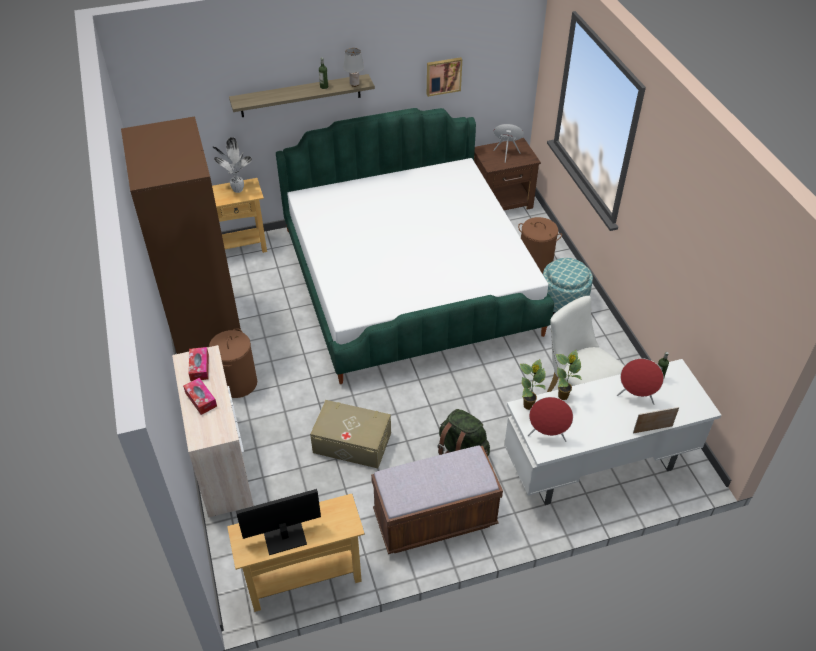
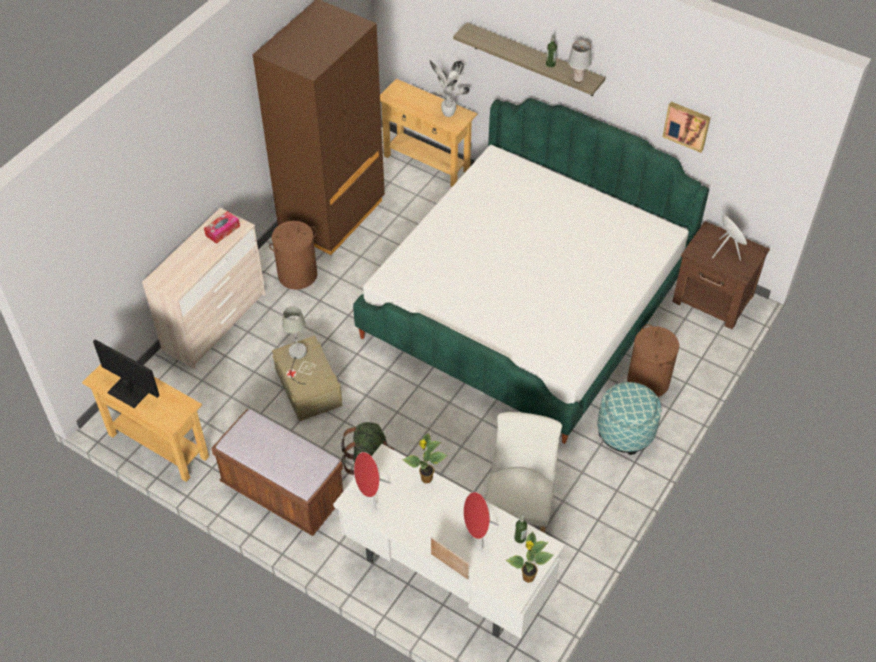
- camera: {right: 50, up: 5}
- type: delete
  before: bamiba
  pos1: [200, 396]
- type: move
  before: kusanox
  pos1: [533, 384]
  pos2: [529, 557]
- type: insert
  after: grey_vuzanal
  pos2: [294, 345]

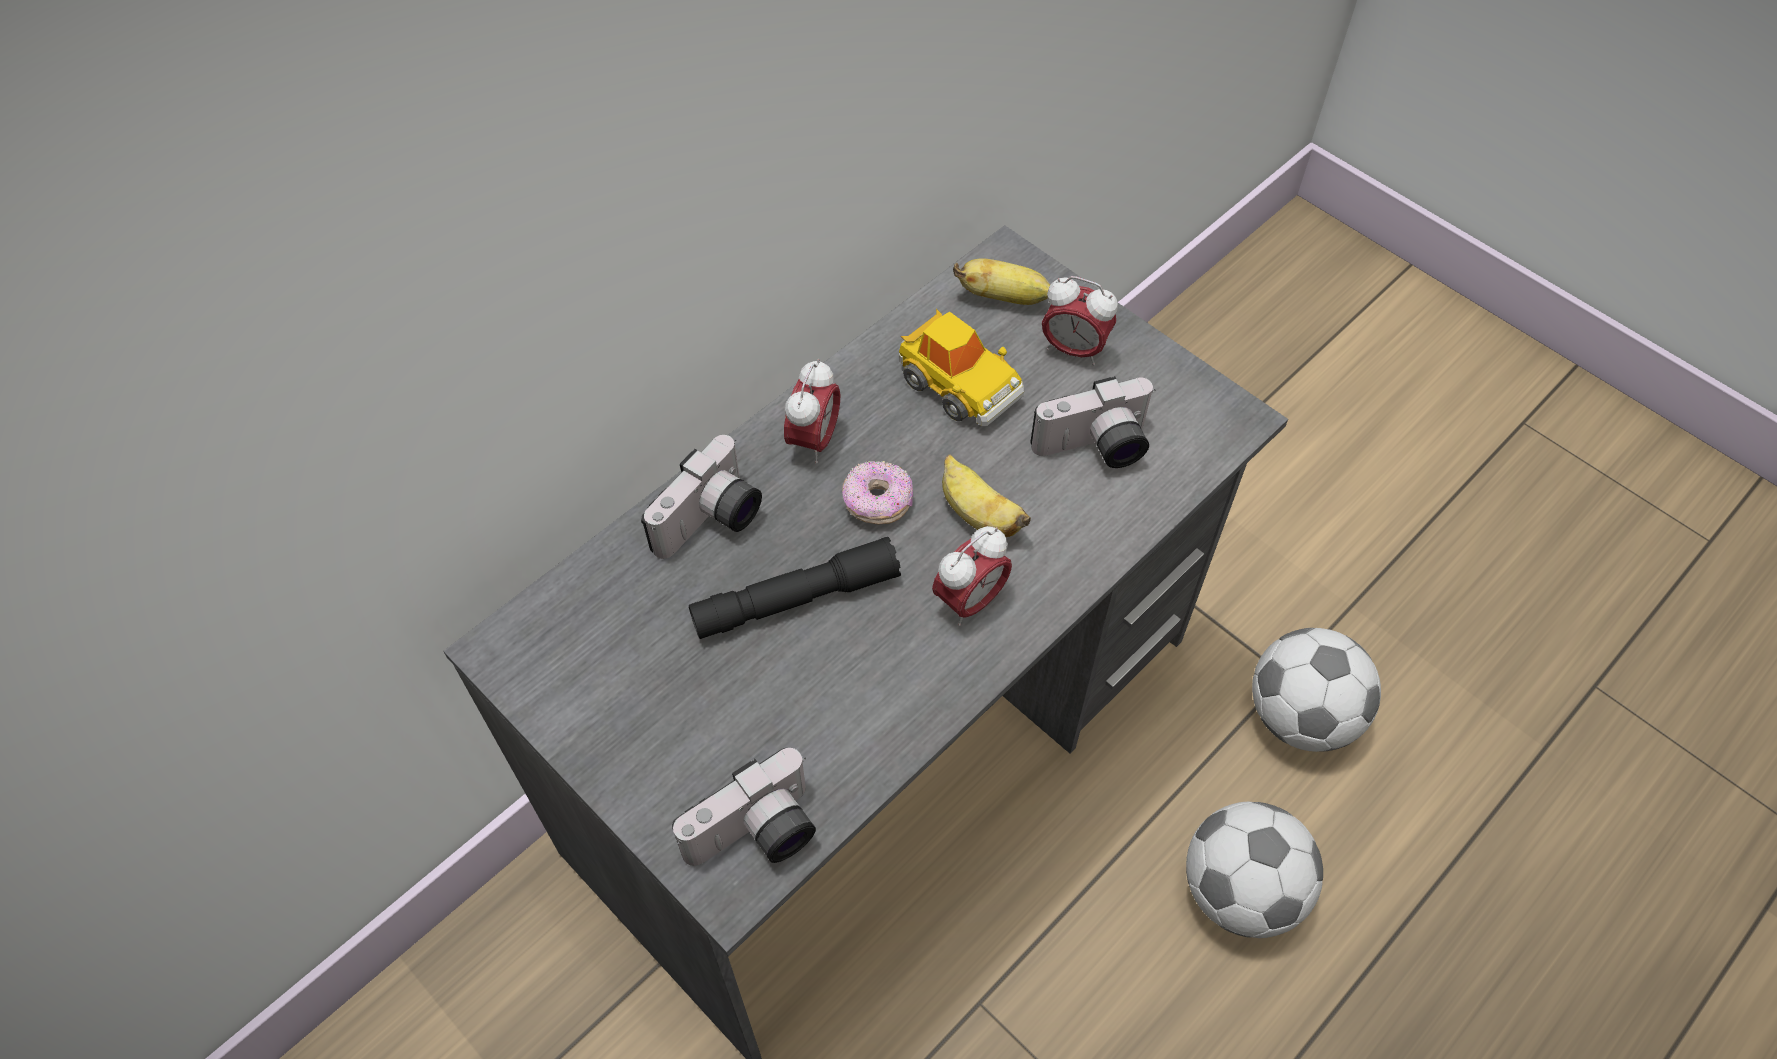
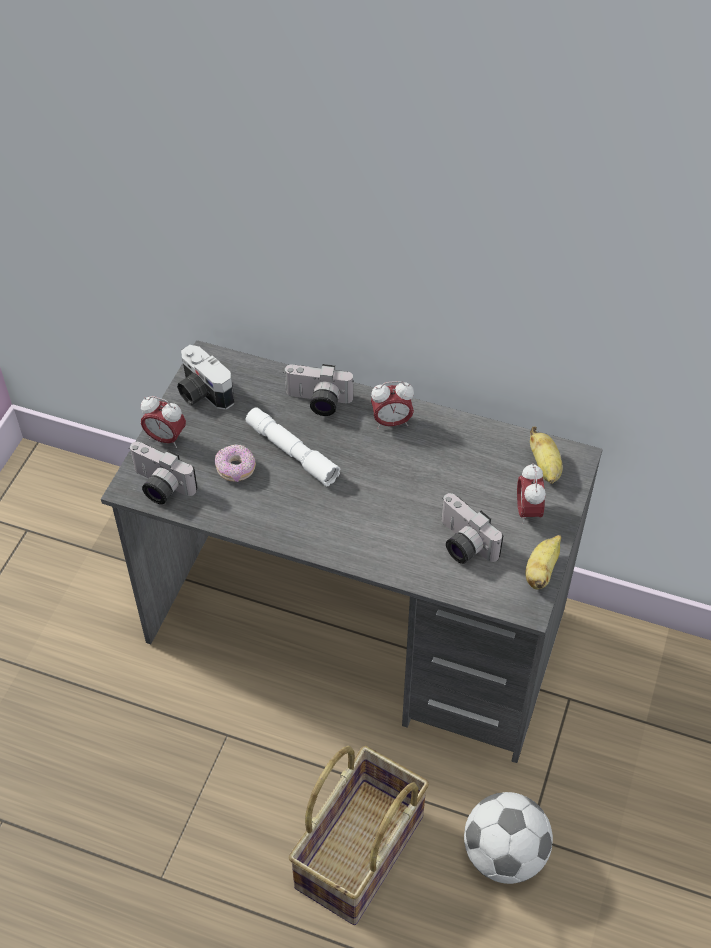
- camera: {right: 65, up: -5}
- type: recolor
  before: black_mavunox
  after: white_mavunox
  pos1: [795, 588]
  pos2: [293, 446]
- type: move
  before: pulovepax
  pos1: [877, 493]
  pos2: [235, 463]
- type: delete
  before: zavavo
  pos1: [961, 367]
- type: move
  before: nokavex
  pos1: [972, 576]
  pos2: [163, 422]
- type: move
  before: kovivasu
  pos1: [986, 495]
  pos2: [543, 562]
- type: replace
  before: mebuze
  after: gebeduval
  pos1: [1254, 870]
  pos2: [359, 835]
- type: insert
  after: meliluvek
  pos2: [206, 377]

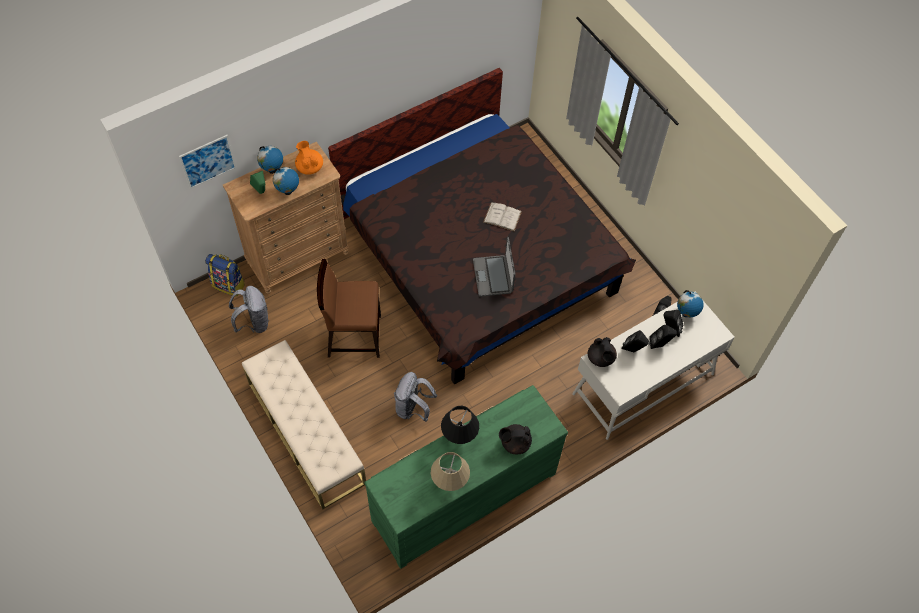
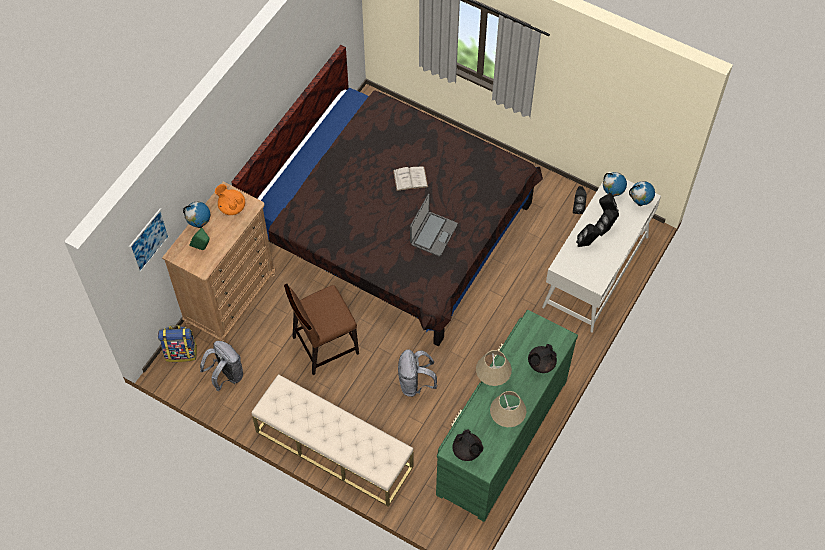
- camera: {right: -25, up: 0}
- type: move
  before: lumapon
  pos1: [286, 181]
  pos2: [642, 193]
- type: recolor
  before: black_vuzanal
  after: beige_vuzanal
  pos1: [460, 425]
  pos2: [494, 368]
- type: rotate
  before: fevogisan
  pos1: [494, 267]
  pos2: [434, 225]
  turn: -120
- type: move
  before: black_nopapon
  pos1: [602, 352]
  pos2: [467, 445]

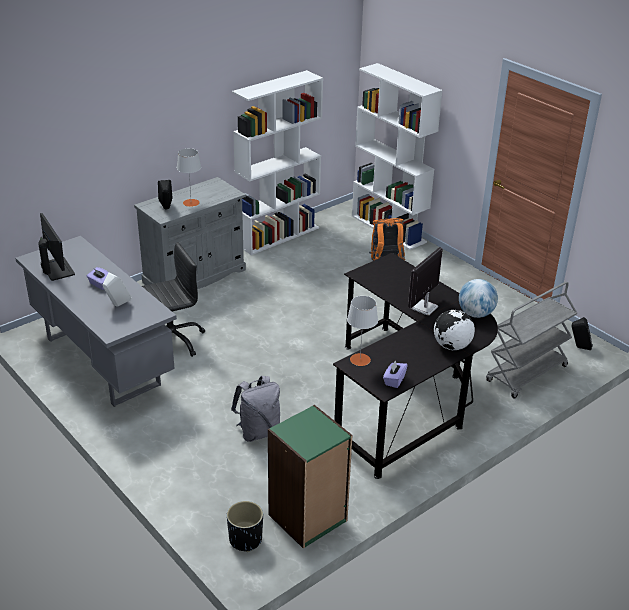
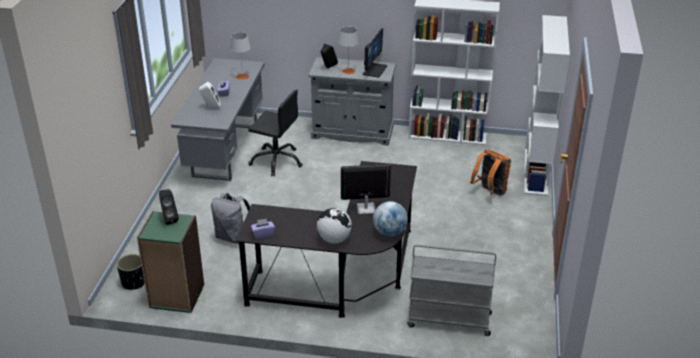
- camera: {right: 50, up: 0}
- type: move
  before: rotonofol
  pos1: [56, 247]
  pos2: [375, 53]
- type: move
  before: grey_vuzanal
  pos1: [362, 331]
  pos2: [240, 56]
- type: move
  before: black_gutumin
  pos1: [582, 333]
  pos2: [169, 207]

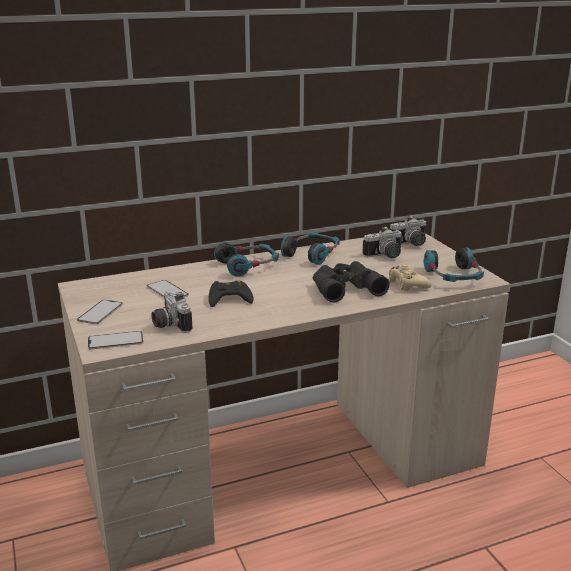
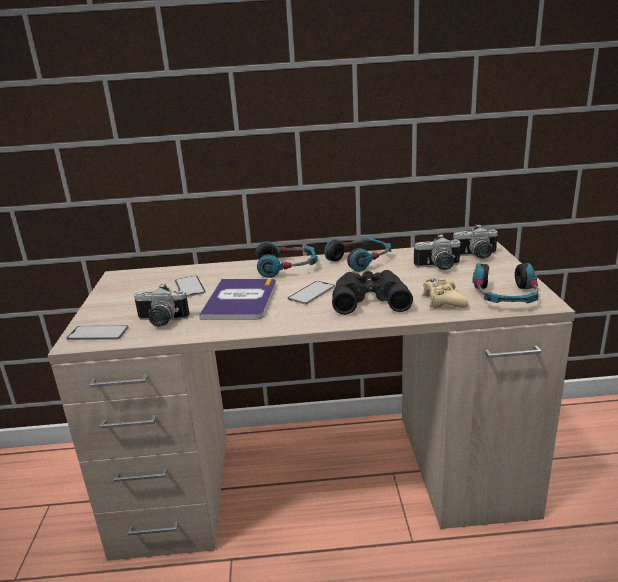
- camera: {right: 20, up: 0}
- type: move
  before: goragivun
  pos1: [100, 312]
  pos2: [311, 292]
- type: rotate
  before: meliluvek
  pos1: [171, 311]
  pos2: [162, 305]
  turn: -75
- type: replace
  before: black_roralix
  after: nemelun
  pos1: [231, 294]
  pos2: [237, 299]

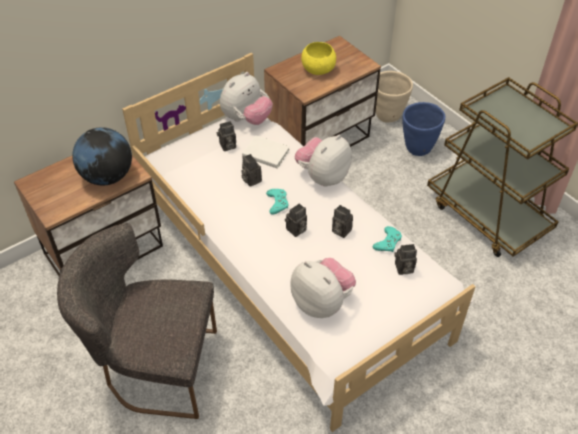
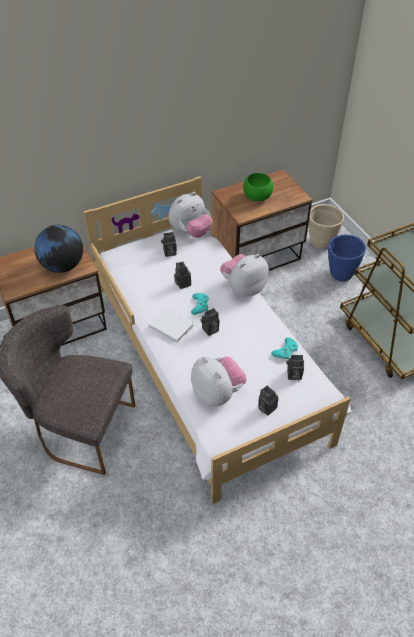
- camera: {right: 10, up: 0}
- type: move
  before: white_nemelun
  pos1: [266, 151]
  pos2: [171, 325]
- type: recolor
  before: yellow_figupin
  after: green_figupin
  pos1: [318, 58]
  pos2: [258, 187]
- type: move
  before: meliluvek
  pos1: [342, 221]
  pos2: [268, 401]

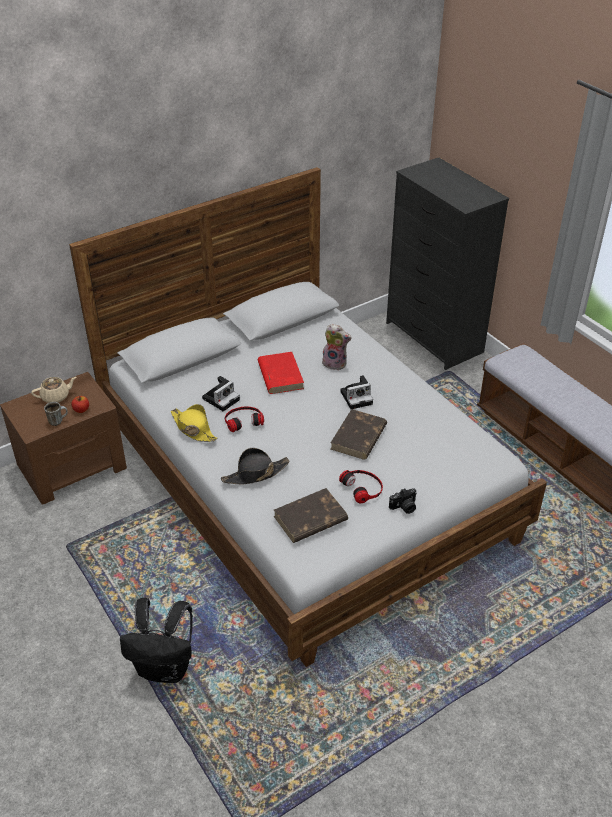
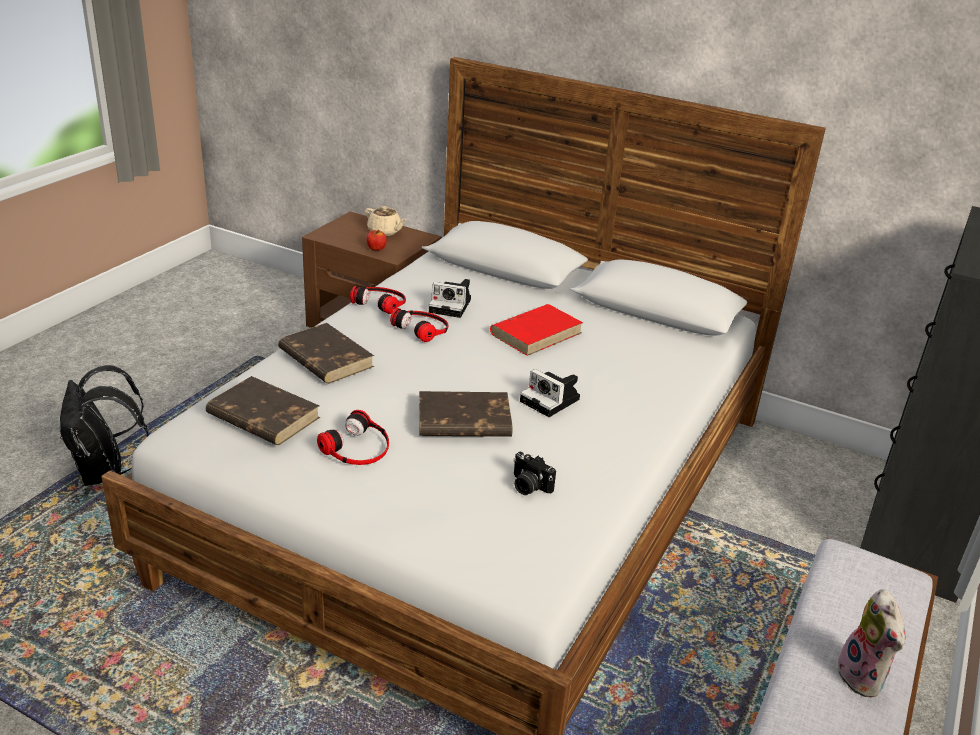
- camera: {right: 60, up: -10}
- type: delete
  before: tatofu
  pos1: [56, 414]
- type: replace
  before: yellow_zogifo
  after: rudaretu
  pos1: [194, 423]
  pos2: [378, 300]
- type: replace
  before: black_zogifo
  after: brown_nemelun
  pos1: [255, 466]
  pos2: [326, 353]
- type: move
  before: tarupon
  pos1: [337, 347]
  pos2: [869, 643]
- type: move
  before: meliluvek
  pos1: [403, 501]
  pos2: [534, 473]

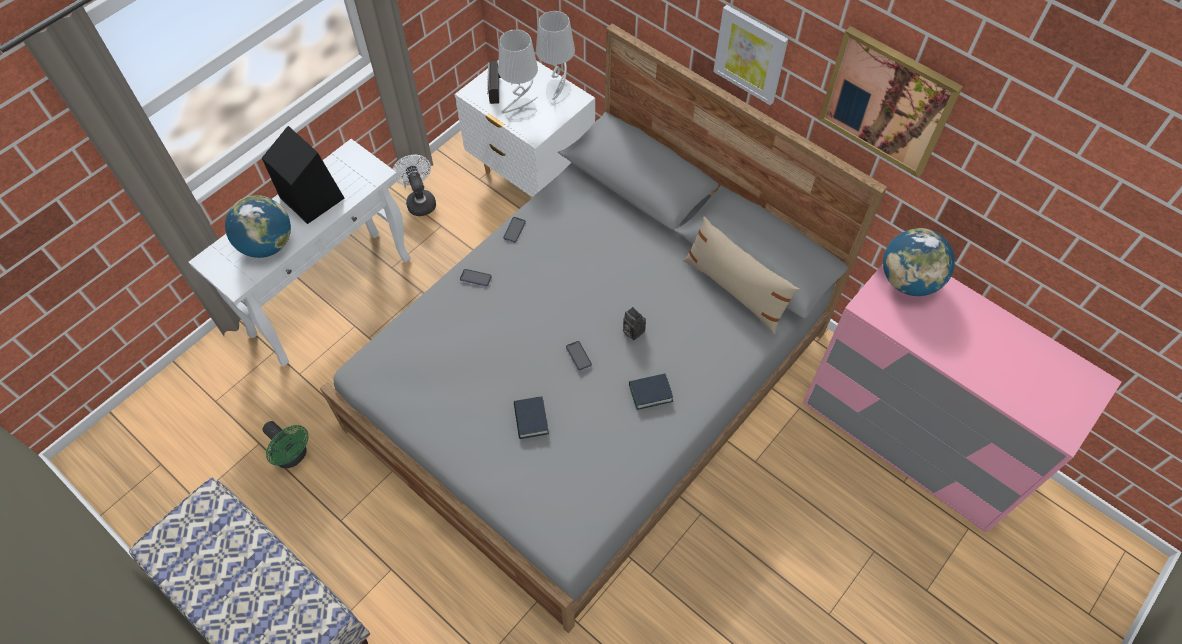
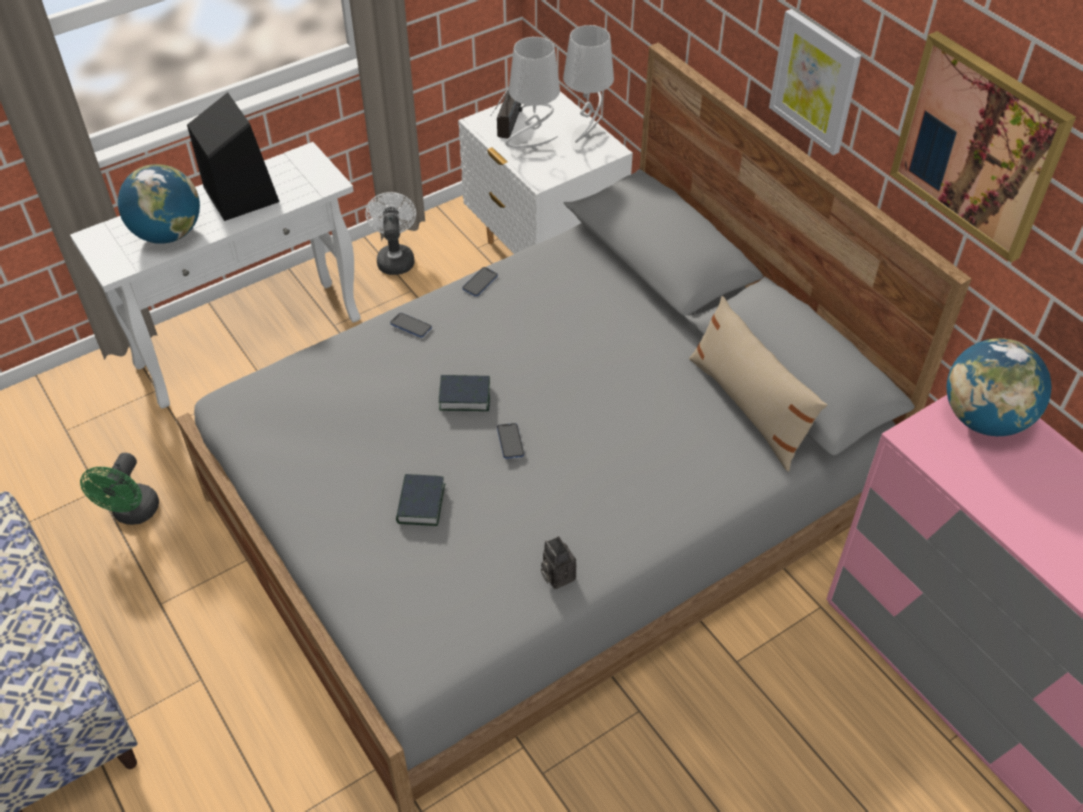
- camera: {right: 15, up: -10}
- type: rotate
  before: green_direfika
  pos1: [285, 444]
  pos2: [119, 489]
  turn: 45
- type: move
  before: meliluvek
  pos1: [634, 323]
  pos2: [558, 562]
- type: move
  before: nemelun
  pos1: [651, 391]
  pos2: [464, 393]

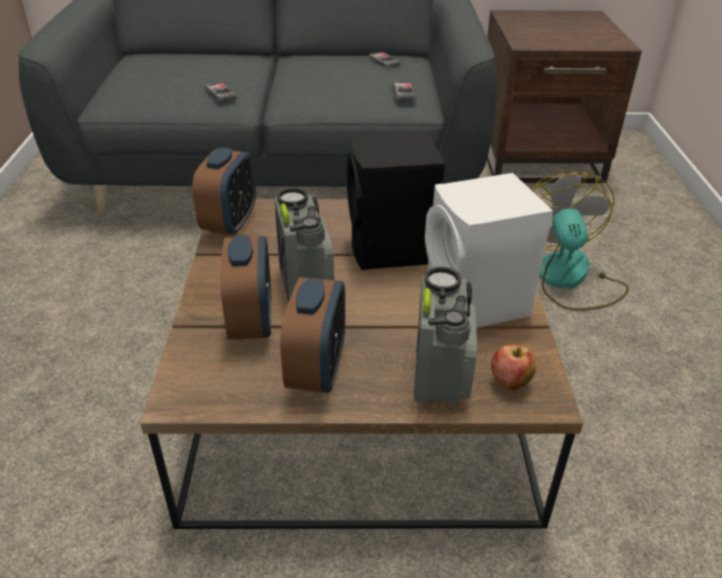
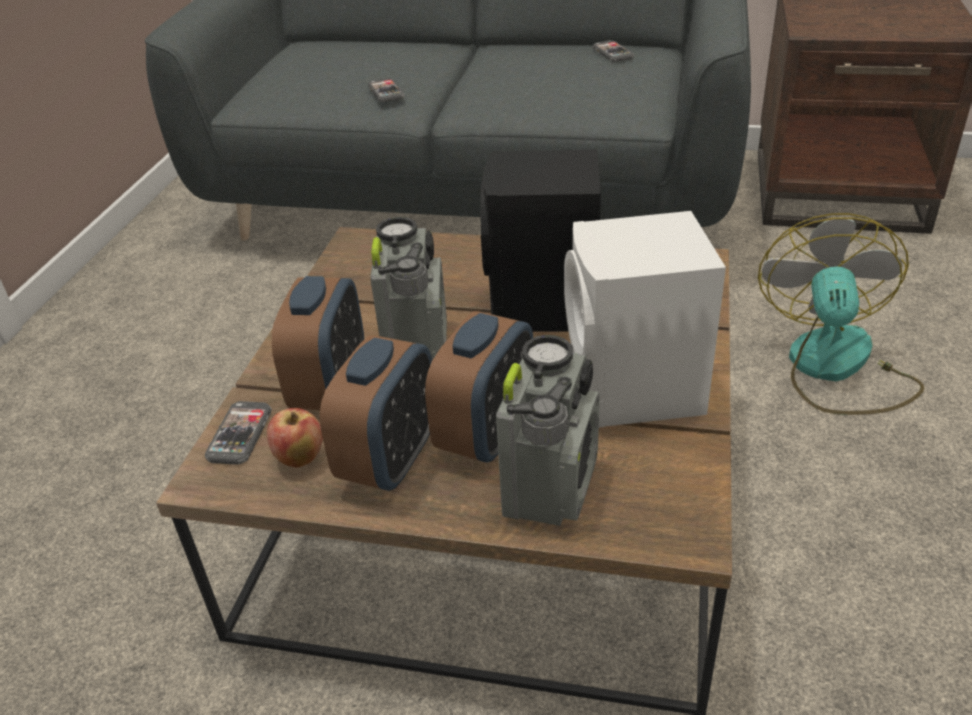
- camera: {right: 15, up: 0}
- type: move
  before: nokavex
  pos1: [224, 191]
  pos2: [479, 387]
- type: move
  before: goragivun
  pos1: [404, 90]
  pos2: [238, 433]
- type: move
  before: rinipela
  pos1: [513, 367]
  pos2: [295, 438]

